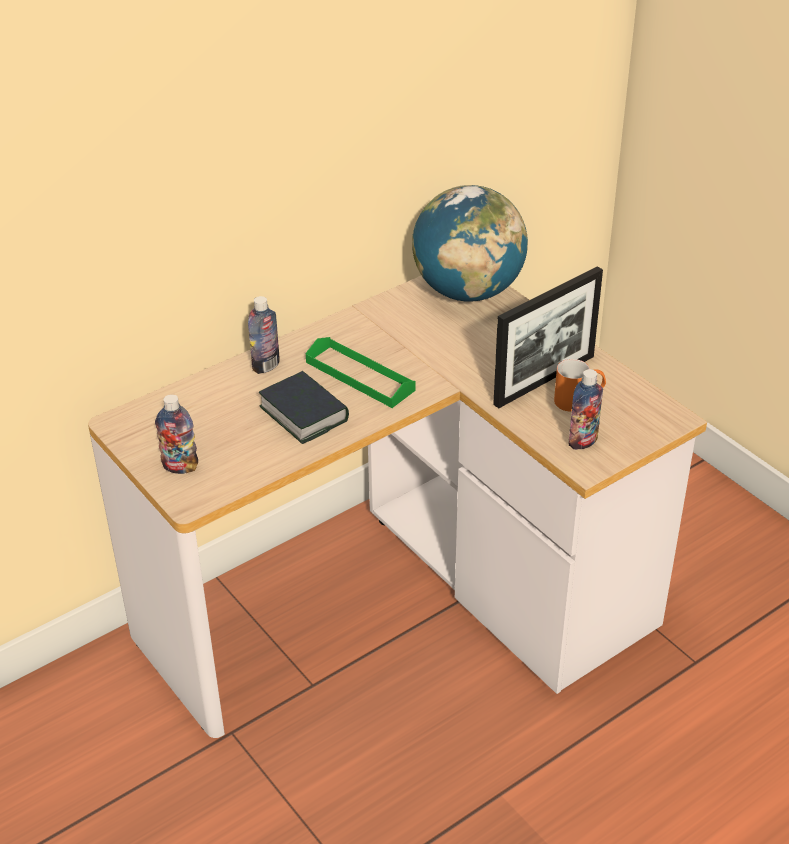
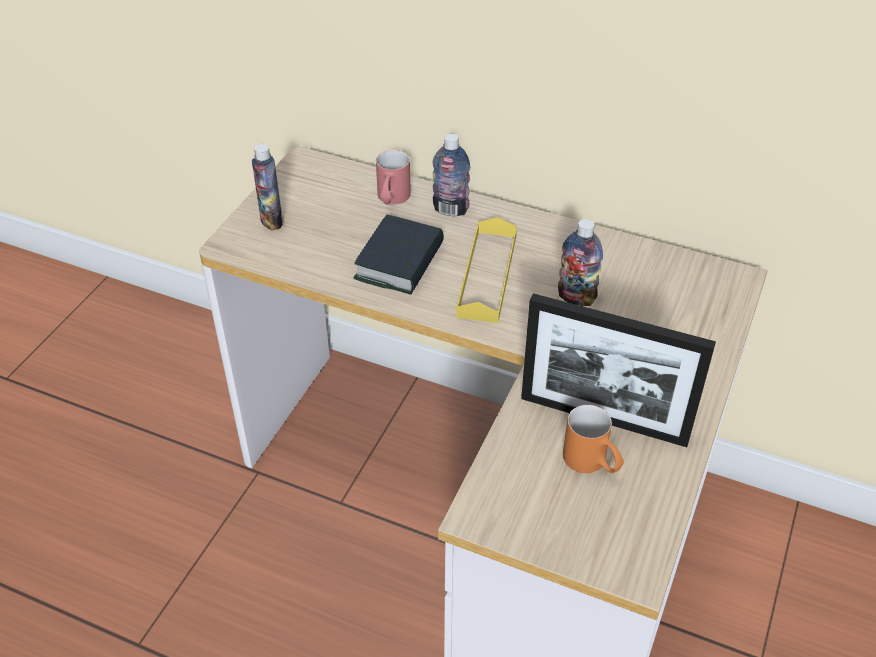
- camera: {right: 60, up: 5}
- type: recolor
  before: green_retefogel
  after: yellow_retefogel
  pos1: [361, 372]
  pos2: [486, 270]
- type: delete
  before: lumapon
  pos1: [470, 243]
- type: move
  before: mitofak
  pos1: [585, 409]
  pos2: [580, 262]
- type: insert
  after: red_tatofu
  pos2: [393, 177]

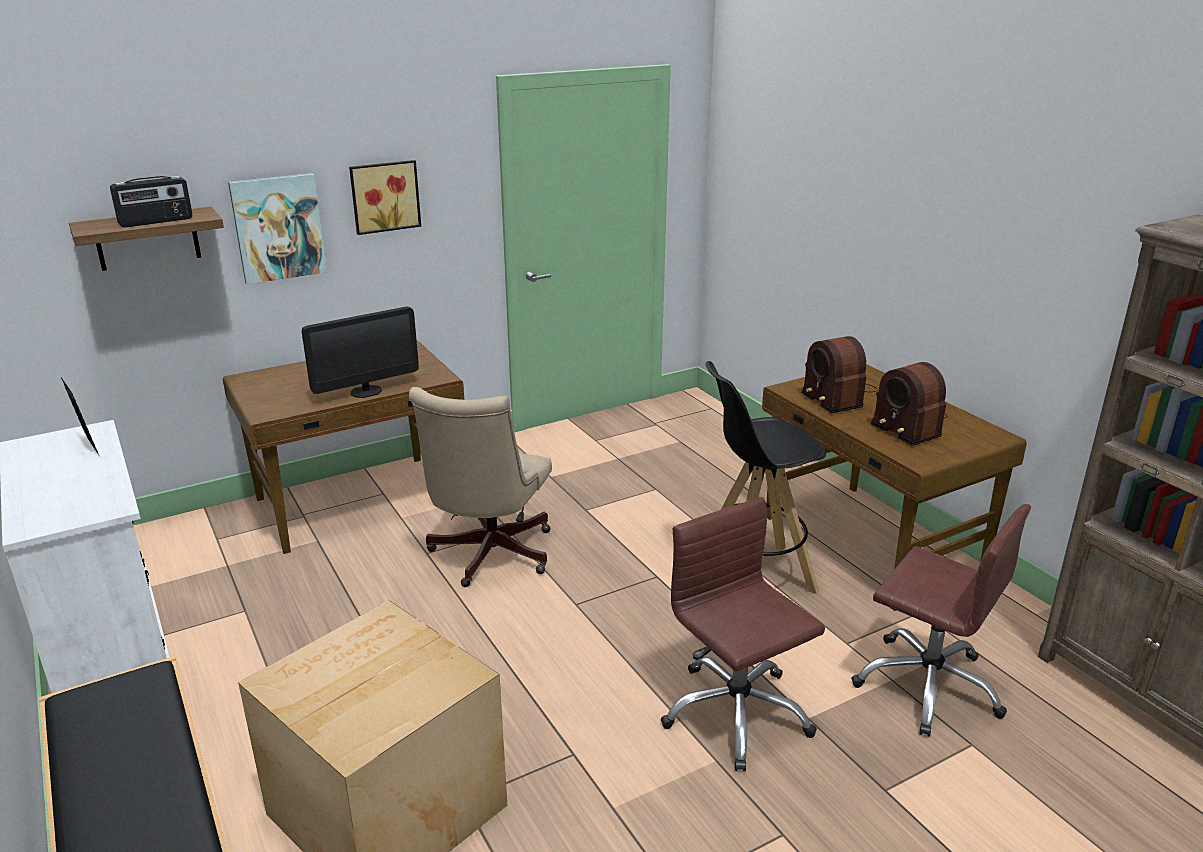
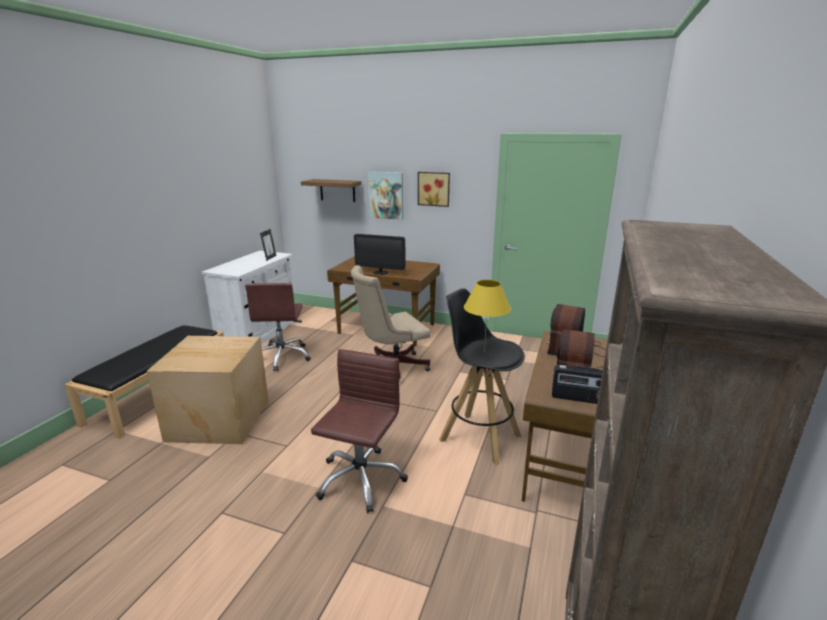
- camera: {right: 50, up: -5}
- type: move
  before: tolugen
  pos1: [151, 202]
  pos2: [577, 384]
- type: move
  before: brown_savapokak
  pos1: [941, 620]
  pos2: [278, 327]
- type: insert
  after: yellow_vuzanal
  pos2: [487, 316]

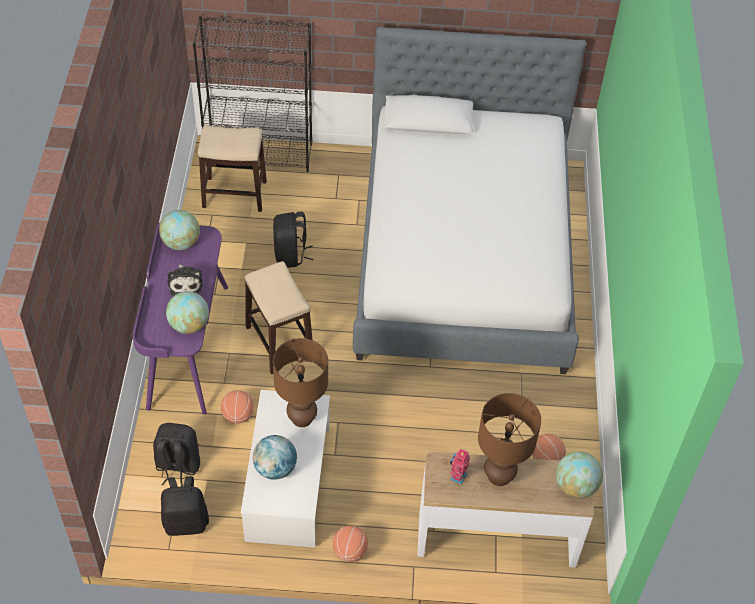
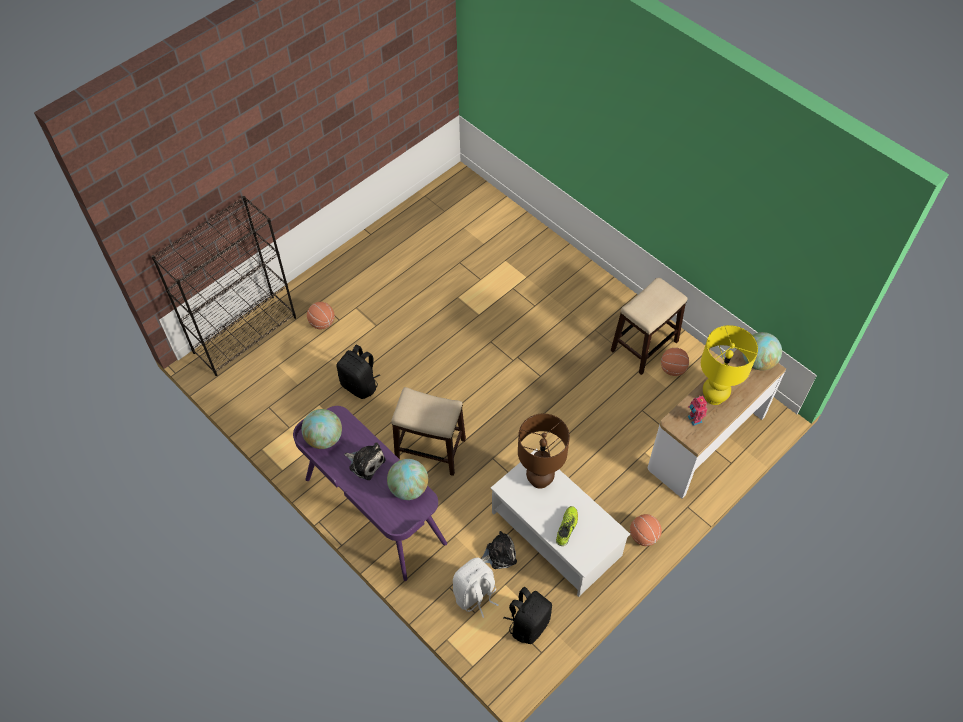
- camera: {right: -45, up: 5}
- type: recolor
  before: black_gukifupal
  after: white_gukifupal
  pos1: [176, 454]
  pos2: [475, 588]
- type: move
  before: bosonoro
  pos1: [232, 168]
  pos2: [649, 326]
- type: move
  before: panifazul
  pos1: [237, 407]
  pos2: [321, 315]
- type: replace
  before: lumapon
  after: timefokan
  pos1: [275, 457]
  pos2: [567, 526]
- type: delete
  before: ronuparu
  pos1: [470, 200]
- type: recolor
  before: brown_vuzanal
  after: yellow_vuzanal
  pos1: [509, 439]
  pos2: [729, 365]
- type: insert
  after: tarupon
  pos2: [499, 550]

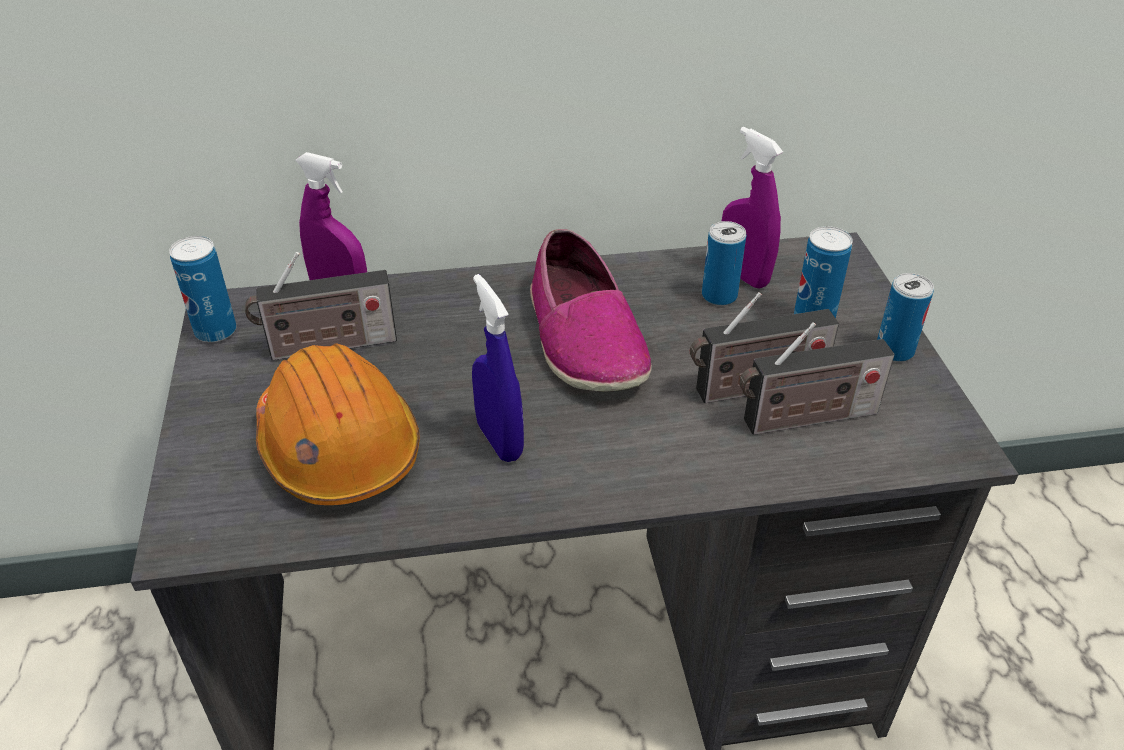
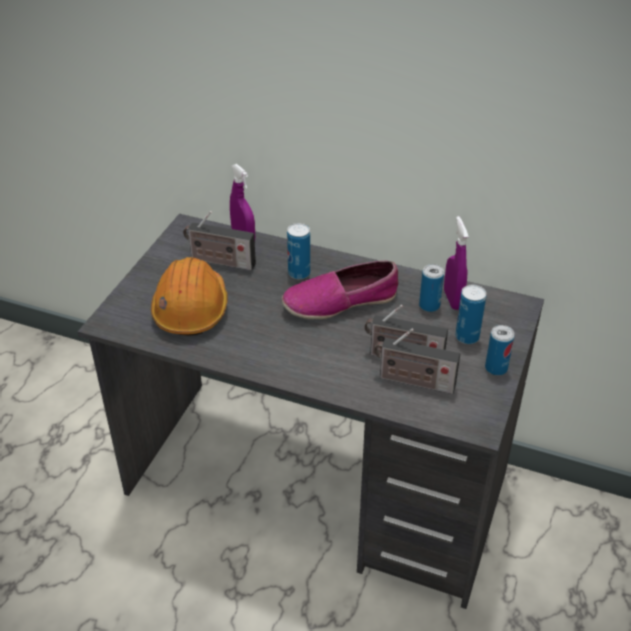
- camera: {right: 30, up: 0}
- type: move
  before: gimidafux
  pos1: [202, 289]
  pos2: [298, 251]
- type: delete
  before: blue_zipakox
  pos1: [498, 368]
- type: rotate
  before: timefokan
  pos1: [591, 310]
  pos2: [340, 289]
  turn: 60

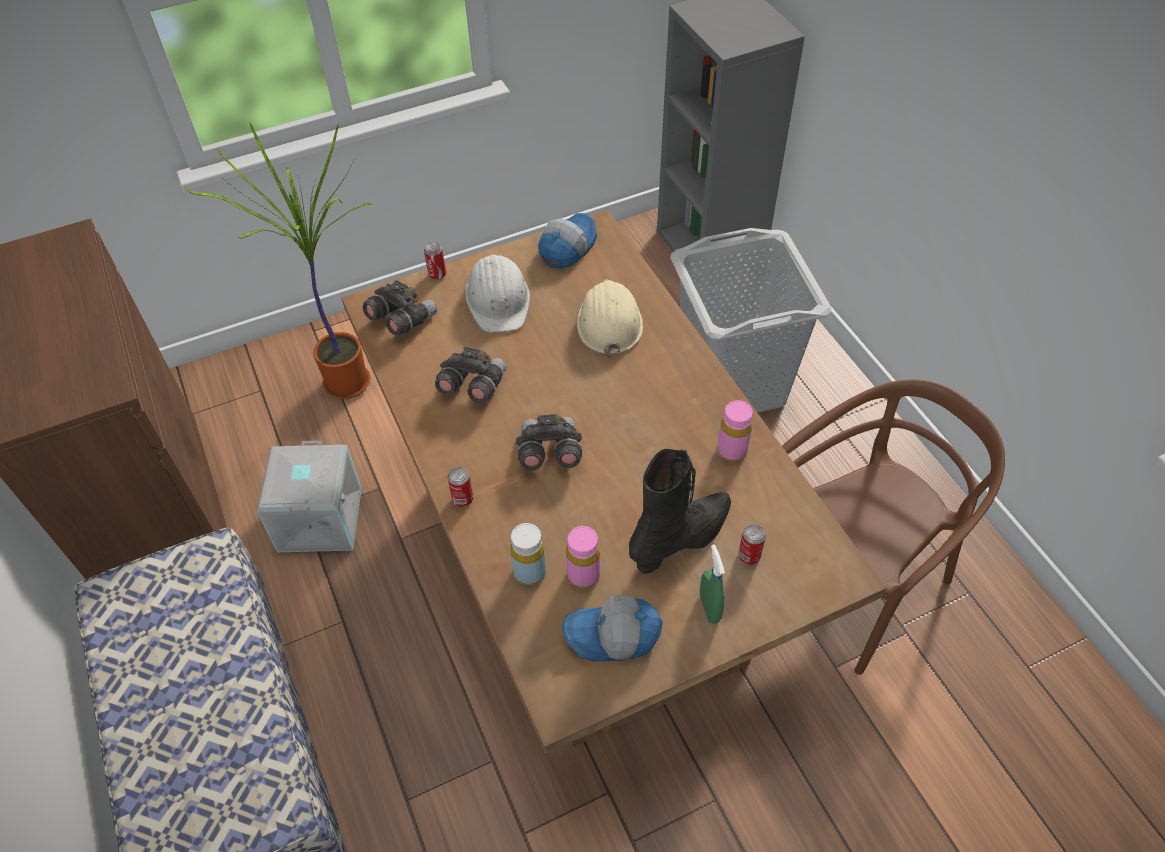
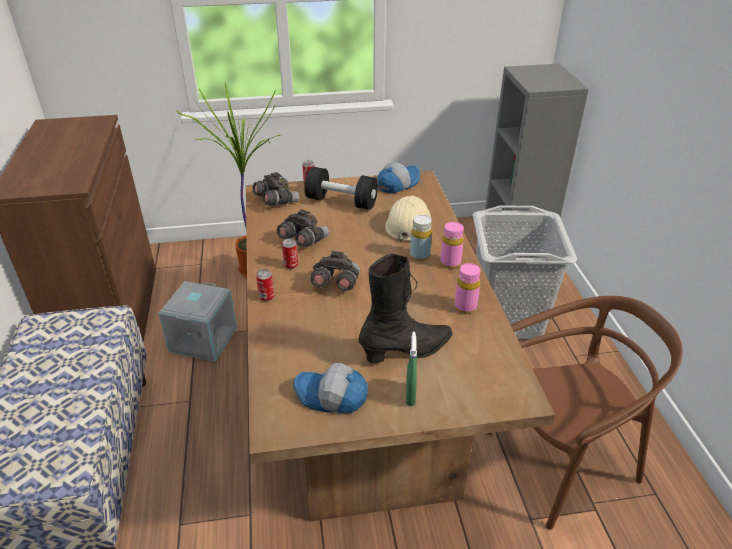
- camera: {right: 15, up: -15}
- type: replace
  before: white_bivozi
  after: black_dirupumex
  pos1: [497, 294]
  pos2: [341, 188]
- type: move
  before: yellow_mitofak
  pos1: [528, 554]
  pos2: [421, 238]
- type: move
  before: pink_mitofak
  pos1: [583, 557]
  pos2: [452, 245]
- type: move
  before: gimidafux
  pos1: [752, 544]
  pos2: [290, 253]

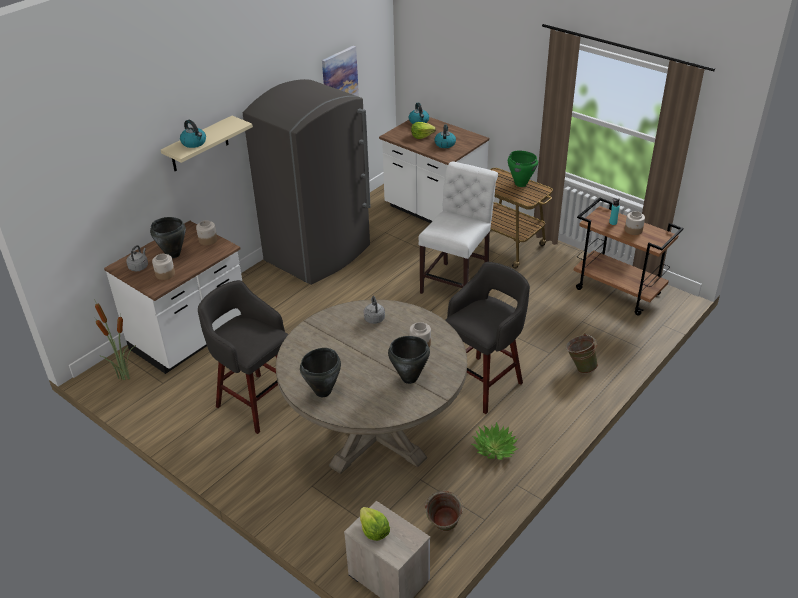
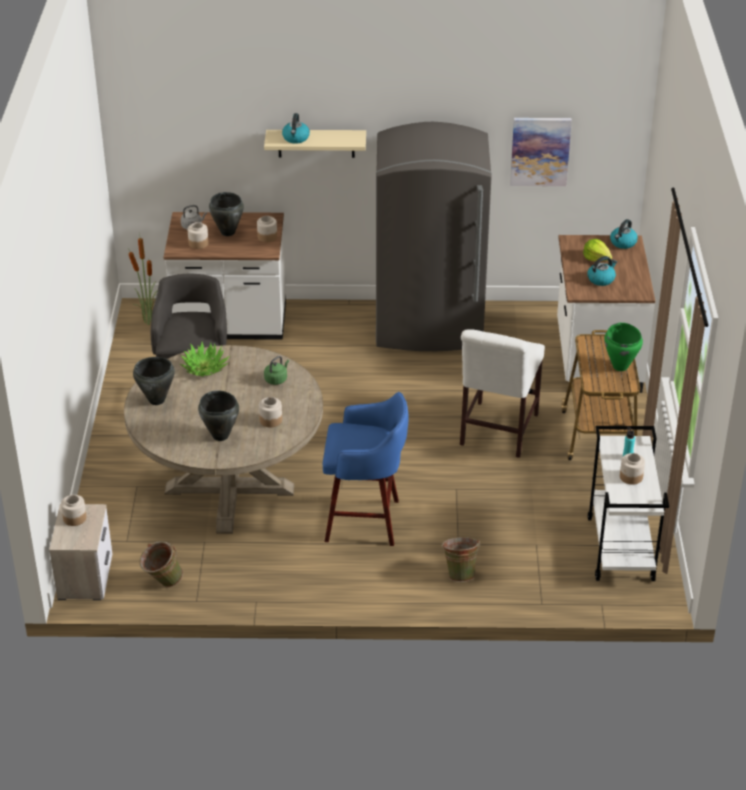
- camera: {right: 50, up: 0}
- type: replace
  before: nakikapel
  after: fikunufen
  pos1: [375, 524]
  pos2: [73, 510]
- type: recolor
  before: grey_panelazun
  after: green_panelazun
  pos1: [374, 310]
  pos2: [276, 370]
- type: rotate
  before: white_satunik
  pos1: [458, 227]
  pos2: [502, 393]
  turn: 120
- type: recolor
  before: grey_bosonoro
  after: blue_bosonoro
  pos1: [487, 338]
  pos2: [366, 469]
- type: move
  before: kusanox
  pos1: [495, 441]
  pos2: [204, 359]
- type: recolor
  before: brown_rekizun
  after: white_rekizun
  pos1: [628, 256]
  pos2: [628, 503]

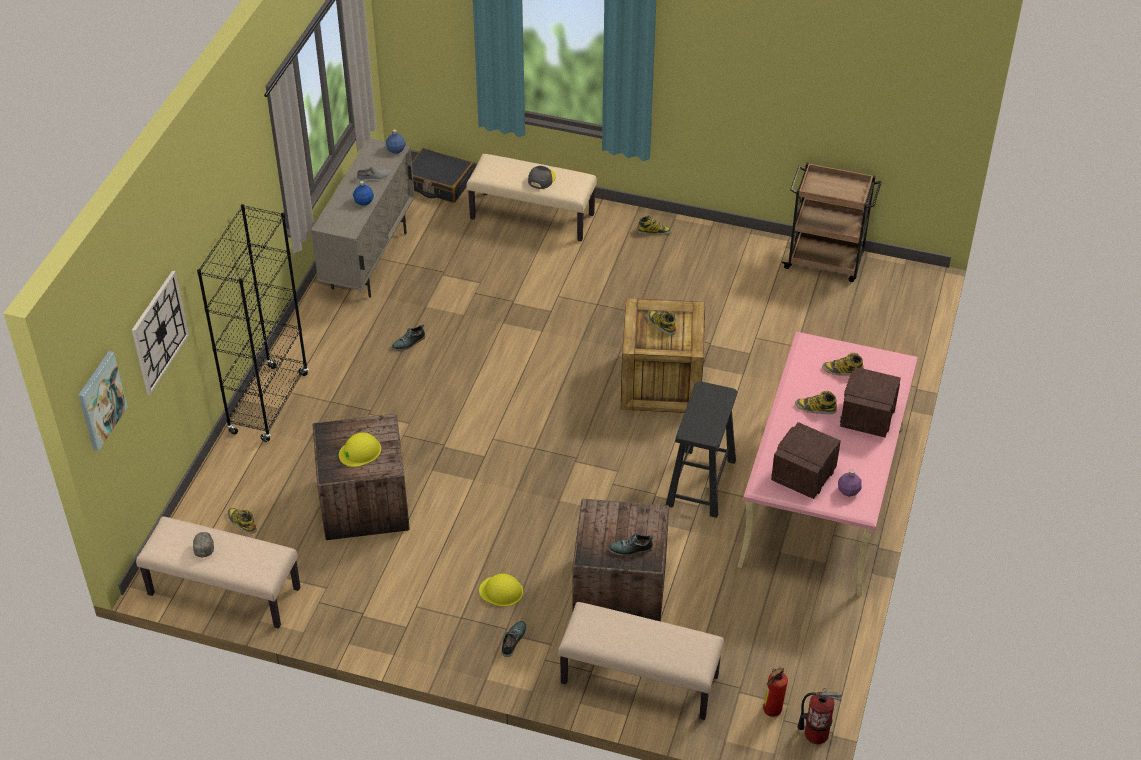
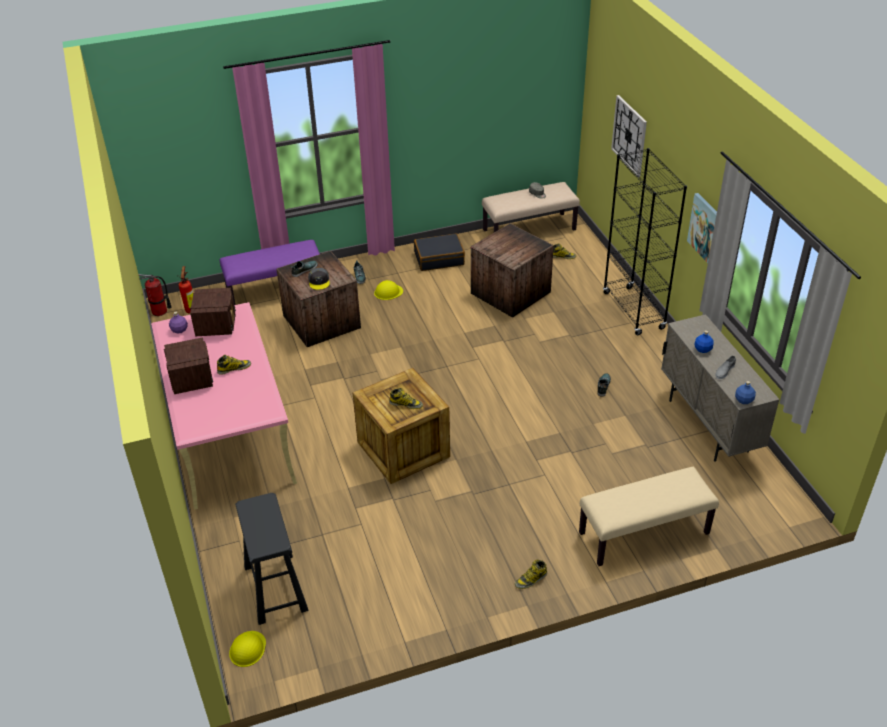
- camera: {right: 145, up: -5}
- type: move
  before: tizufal
  pos1: [103, 401]
  pos2: [702, 228]
- type: move
  before: yellow_bivozi
  pos1: [360, 449]
  pos2: [247, 649]
- type: move
  before: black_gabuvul
  pos1: [442, 175]
  pos2: [439, 252]
- type: move
  before: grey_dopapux
  pos1: [542, 177]
  pos2: [319, 279]
- type: recolor
  before: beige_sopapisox
  after: purple_sopapisox
  pos1: [641, 661]
  pos2: [270, 272]
- type: move
  before: black_bosonoro
  pos1: [701, 449]
  pos2: [271, 559]
- type: delete
  before: brown_rekizun
  pos1: [832, 222]
- type: delete
  before: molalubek
  pos1: [842, 364]

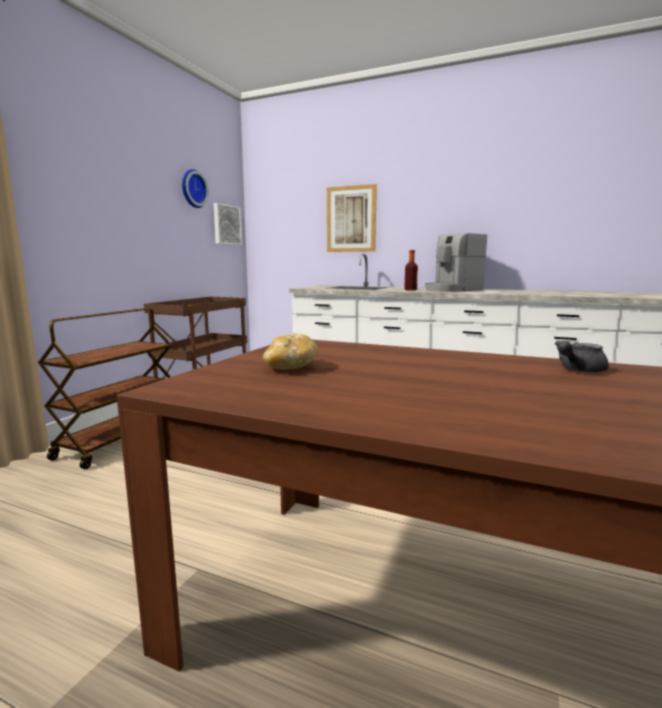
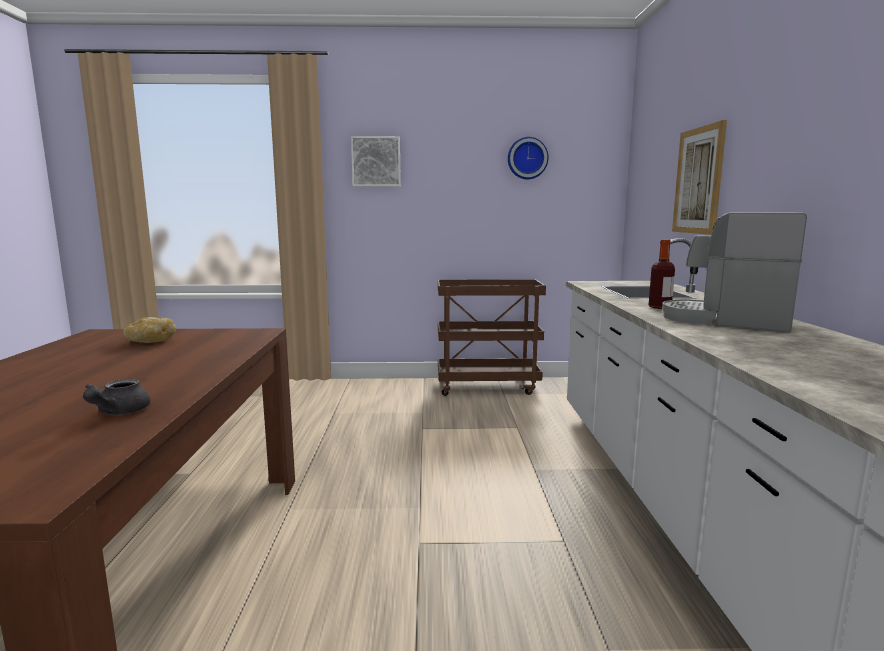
- camera: {right: 65, up: 0}
- type: delete
  before: brown_rekizun
  pos1: [105, 388]
- type: move
  before: tizufal
  pos1: [227, 224]
  pos2: [376, 161]
- type: rotate
  before: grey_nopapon
  pos1: [581, 356]
  pos2: [117, 397]
  turn: -120

